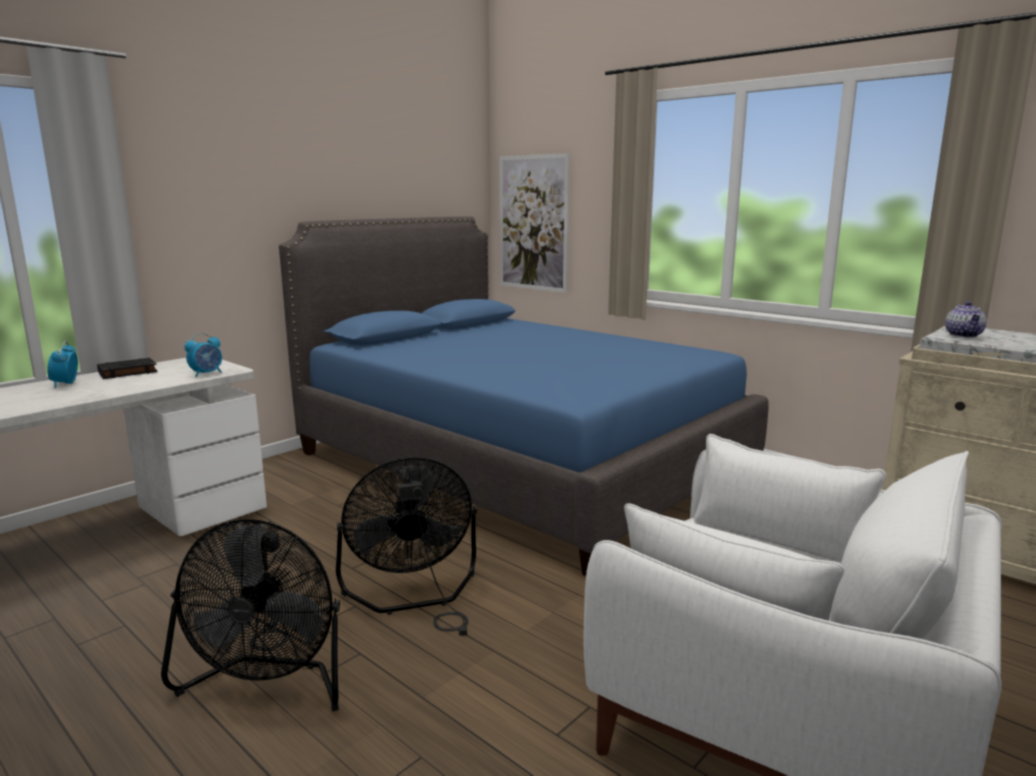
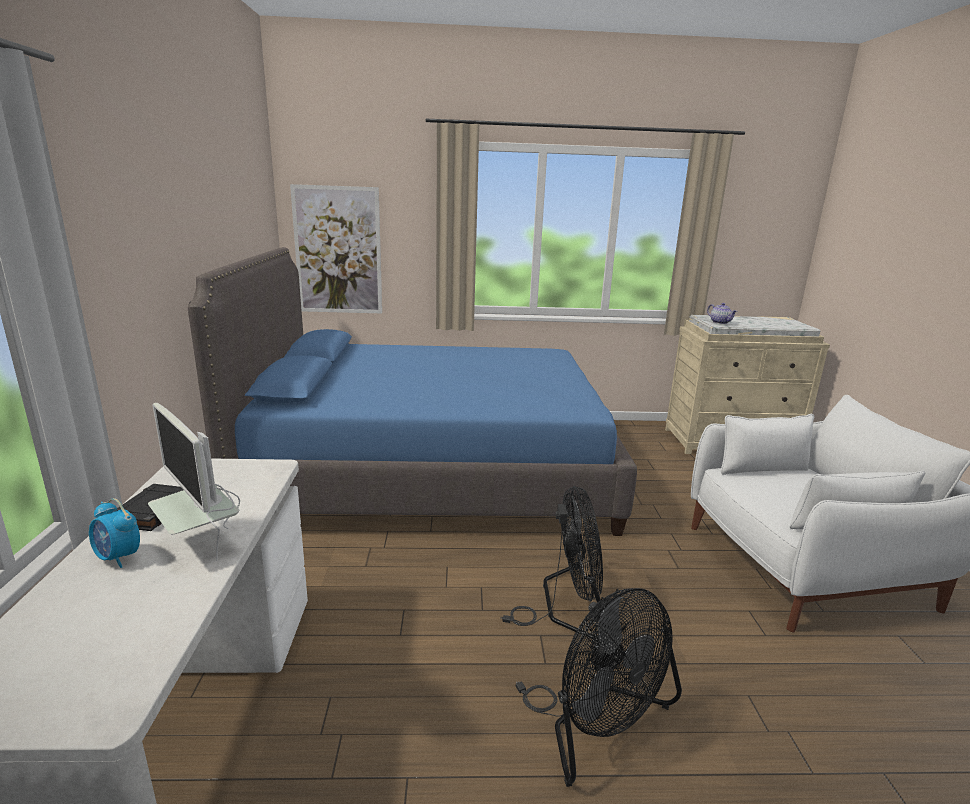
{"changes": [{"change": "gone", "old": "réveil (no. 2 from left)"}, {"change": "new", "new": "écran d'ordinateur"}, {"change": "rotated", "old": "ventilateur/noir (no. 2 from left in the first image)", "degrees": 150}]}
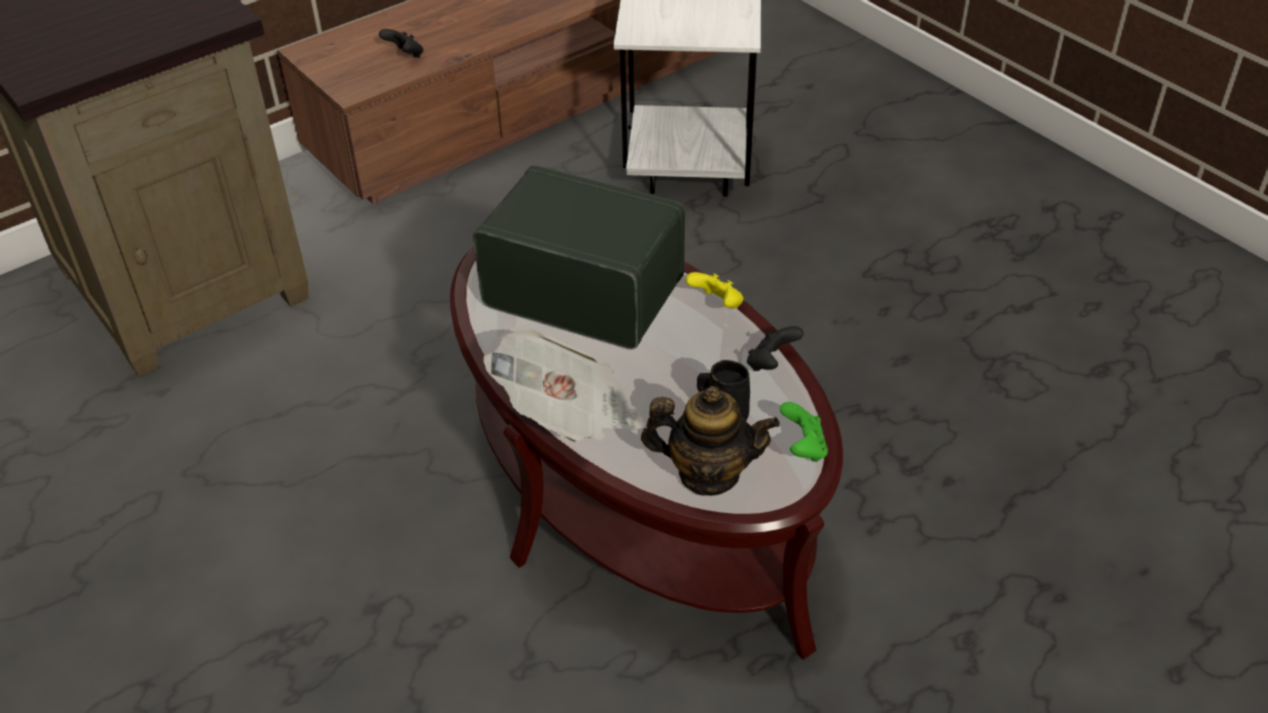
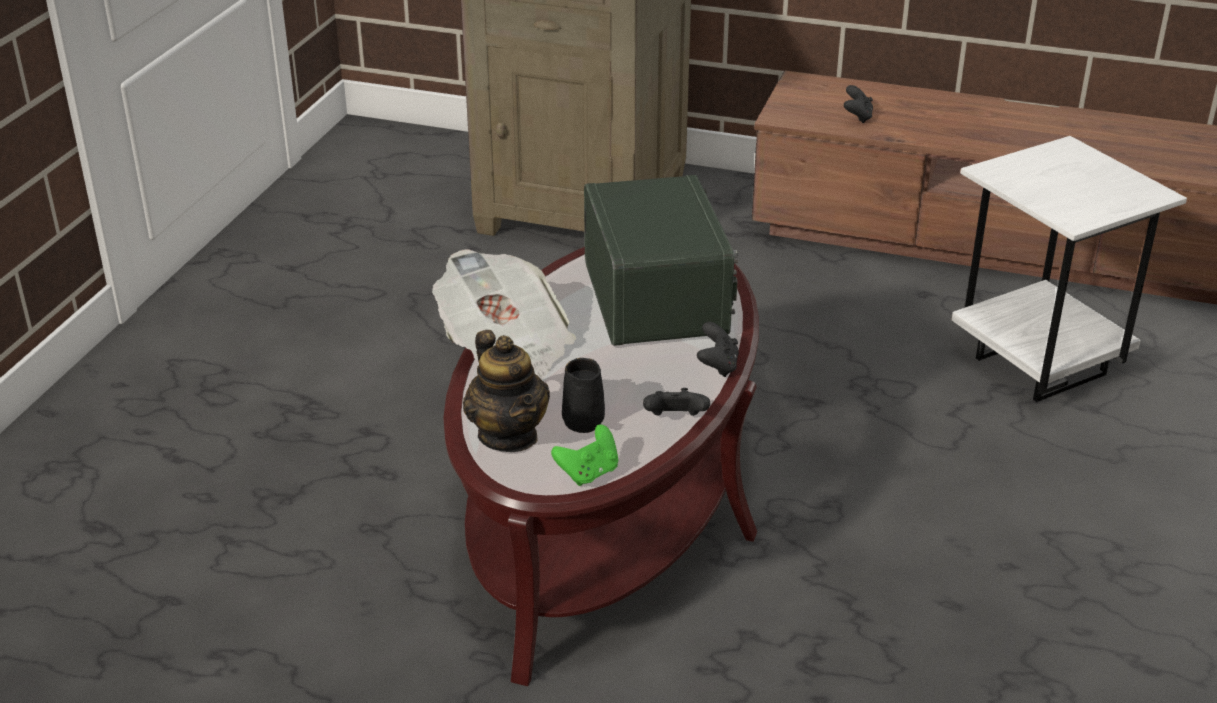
{"changes": [{"change": "repainted", "old": "manette/jaune", "new": "manette/noir (no. 2 from left)"}]}
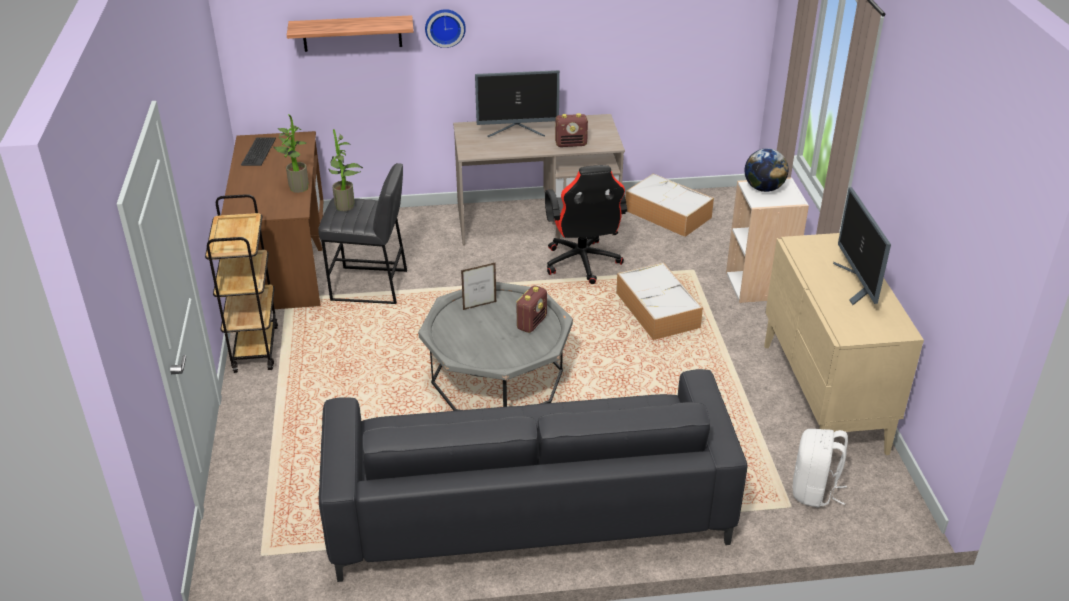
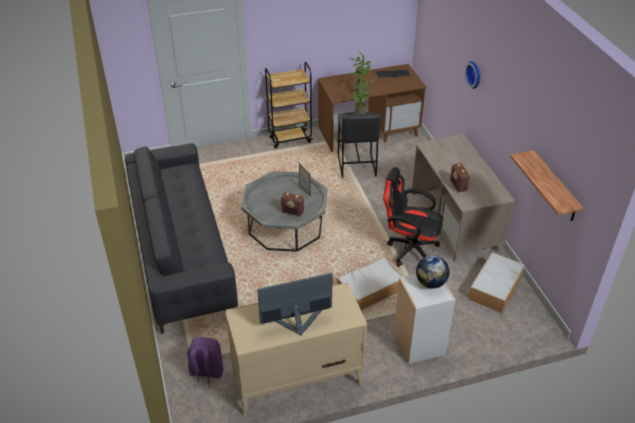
{"changes": [{"change": "gone", "old": "écran d'ordinateur (no. 1 from left)"}, {"change": "shifted", "old": "étagère"}, {"change": "repainted", "old": "sac à dos/blanc", "new": "sac à dos/violet"}, {"change": "rotated", "old": "chaise de bureau/noir", "degrees": 45}]}
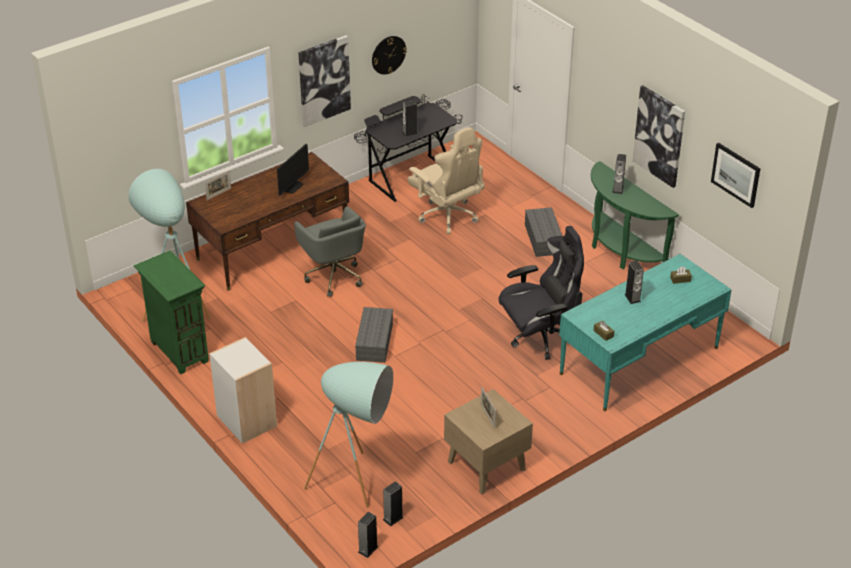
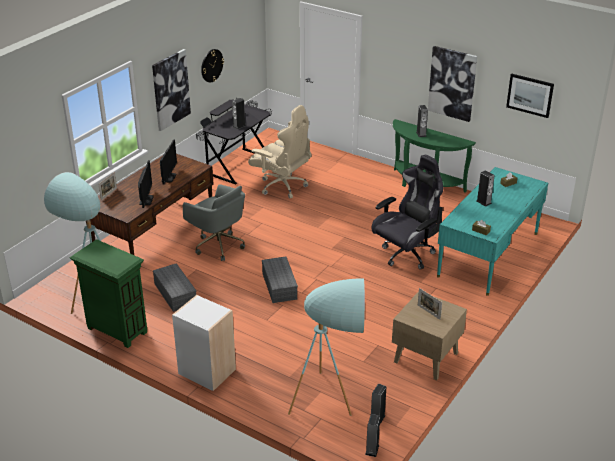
{"changes": [{"change": "new", "new": "écran d'ordinateur (no. 1 from left)"}, {"change": "shifted", "old": "boîte de rangement/gris (no. 2 from left in the first image)", "new": "boîte de rangement/gris (no. 1 from left)"}]}
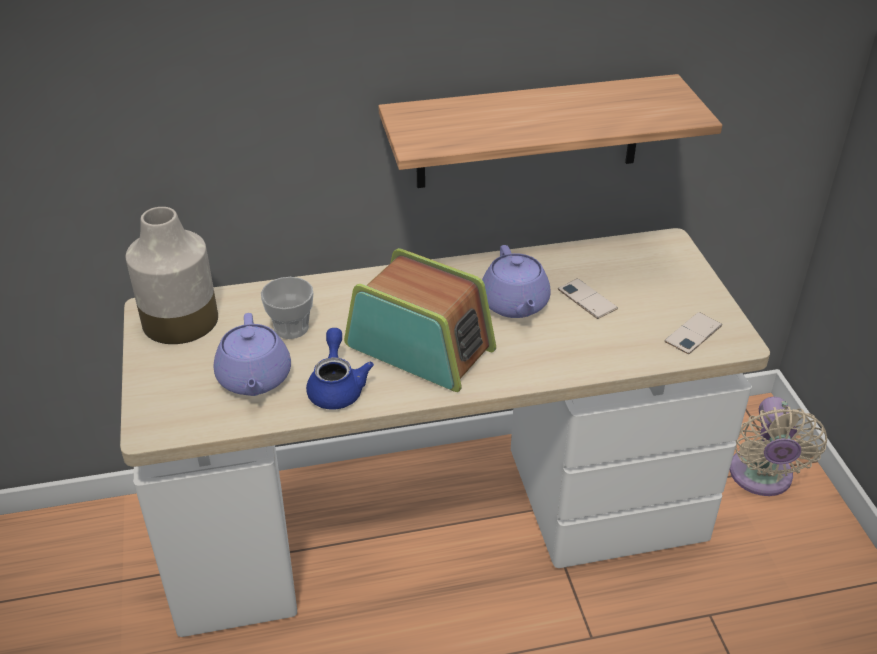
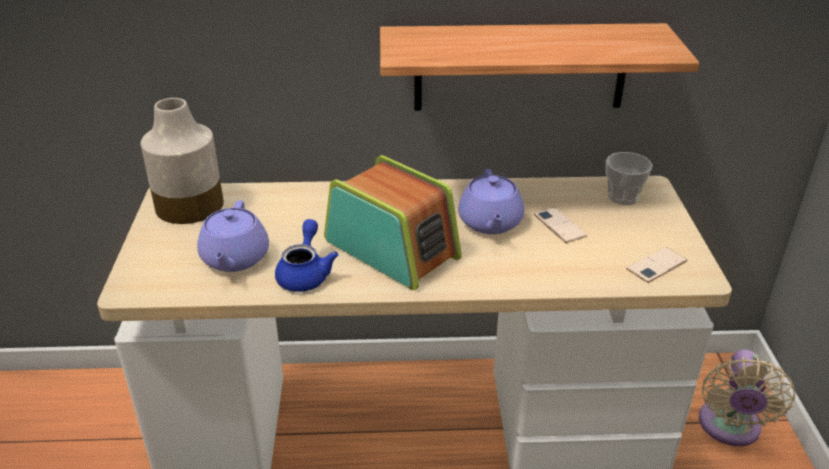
{"changes": [{"change": "shifted", "old": "tasse"}]}
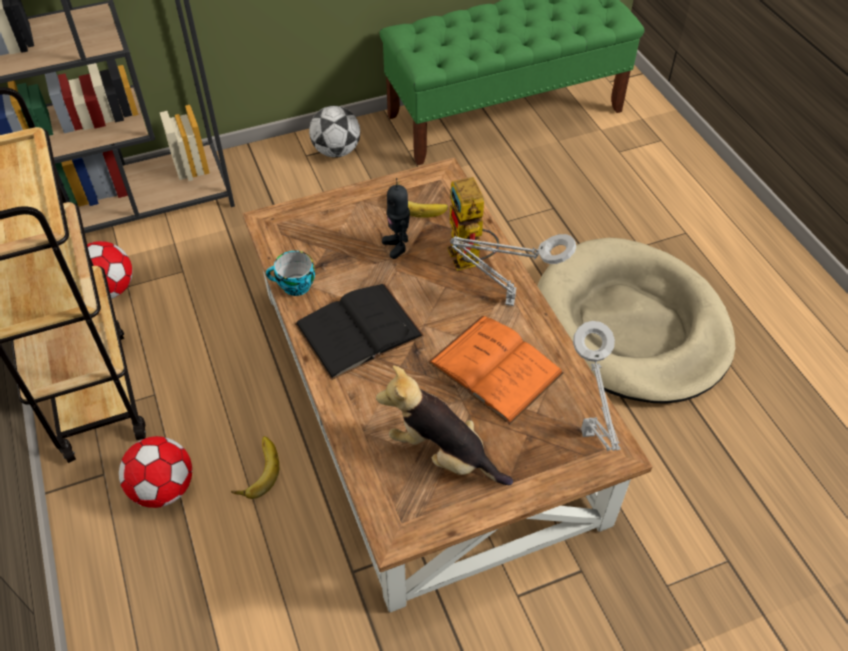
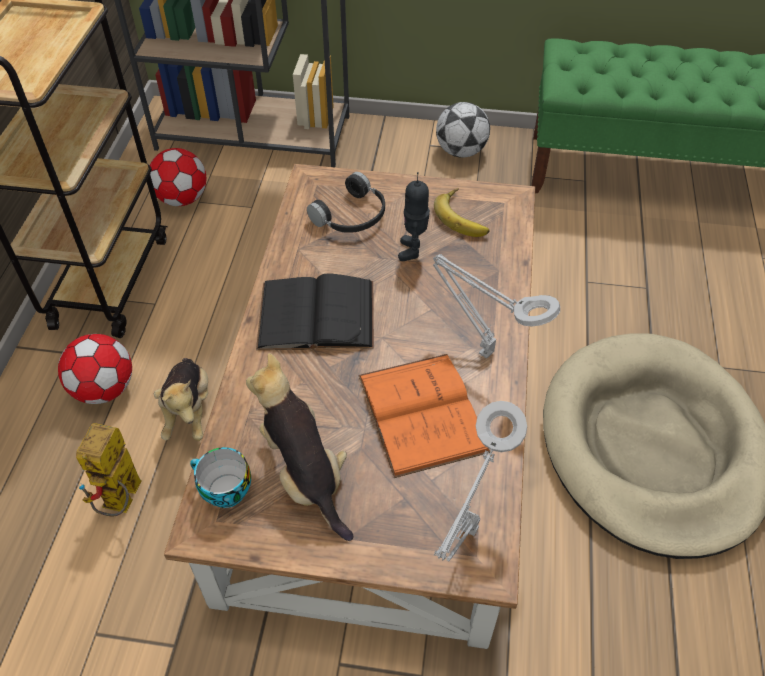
{"changes": [{"change": "new", "new": "casque audio/noir"}, {"change": "shifted", "old": "tasse"}, {"change": "shifted", "old": "robot jouet (no. 2 from left in the first image)", "new": "robot jouet (no. 1 from left)"}, {"change": "swapped", "old": "banane (no. 1 from left)", "new": "peluche (no. 1 from left)"}]}
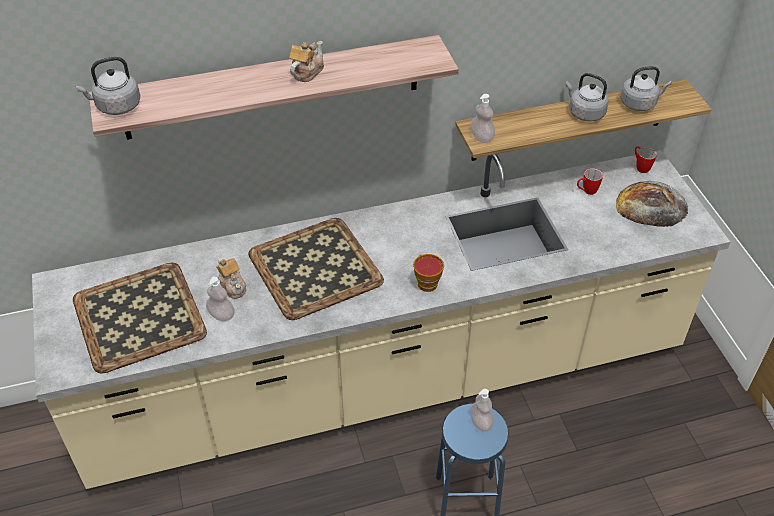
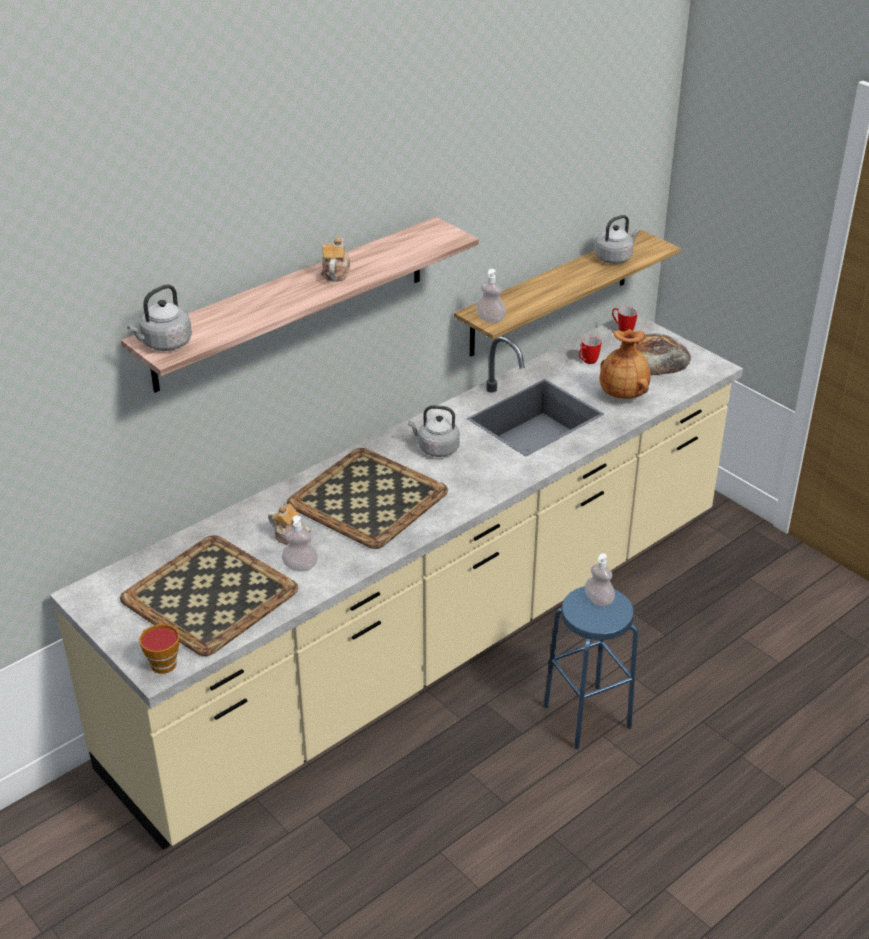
{"changes": [{"change": "new", "new": "vase/marron"}, {"change": "shifted", "old": "tasse"}, {"change": "shifted", "old": "bouilloire/gris (no. 2 from left)"}]}
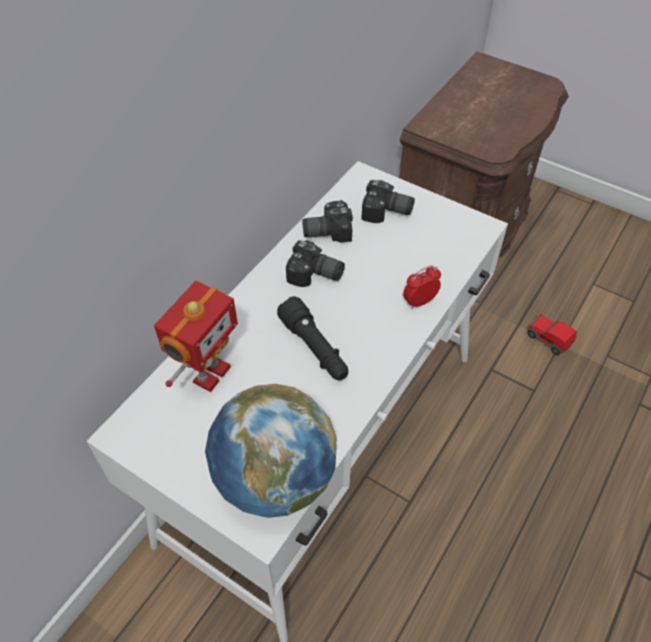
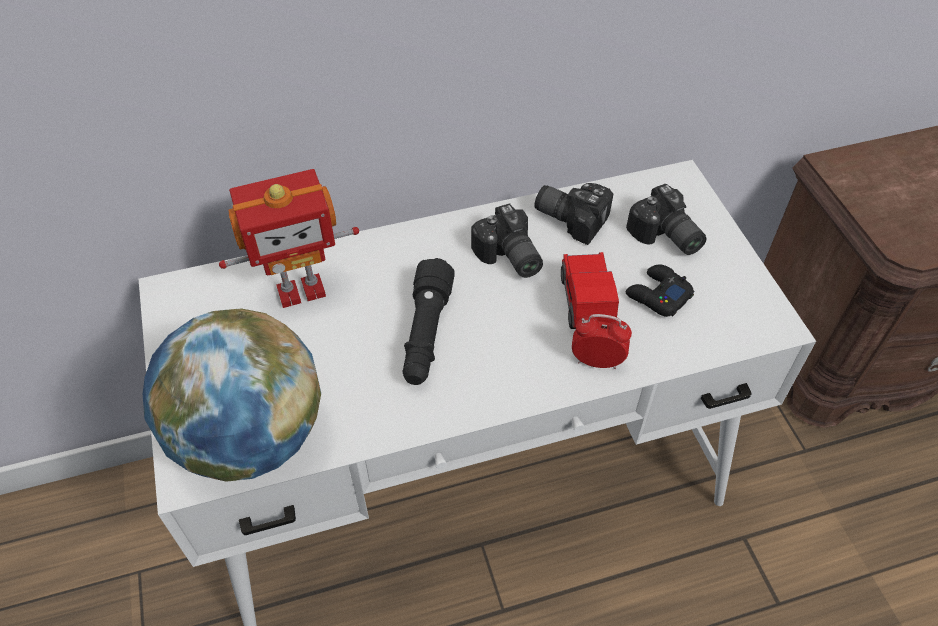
{"changes": [{"change": "new", "new": "manette/noir"}, {"change": "shifted", "old": "petite voiture"}]}
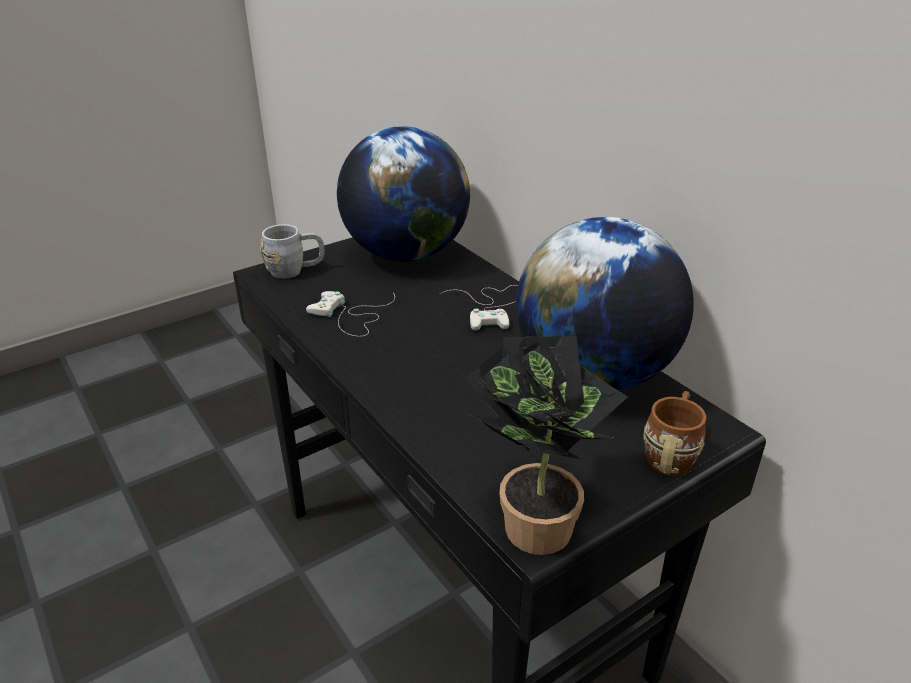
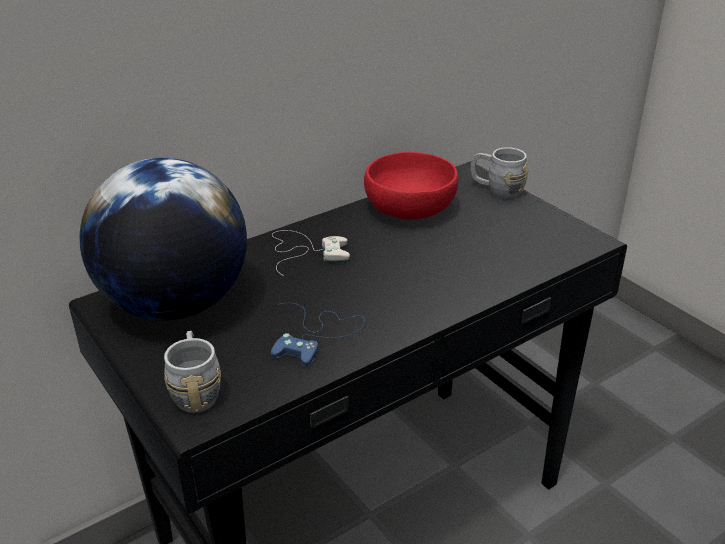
{"changes": [{"change": "gone", "old": "plante en pot"}, {"change": "swapped", "old": "globe (no. 2 from left)", "new": "bol/rouge"}, {"change": "repainted", "old": "manette/blanc (no. 1 from left)", "new": "manette/bleu"}, {"change": "repainted", "old": "mug/marron", "new": "mug/gris (no. 2 from left)"}]}
